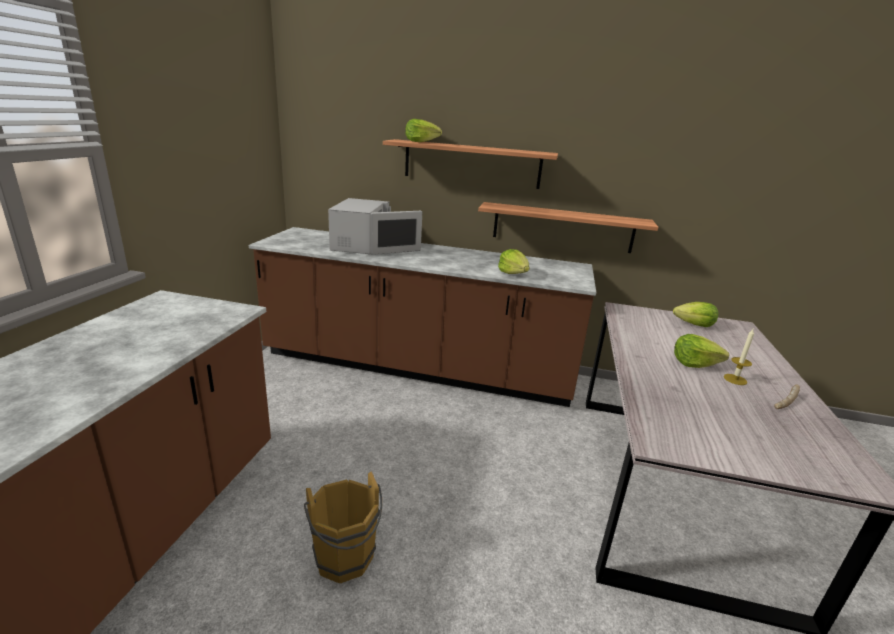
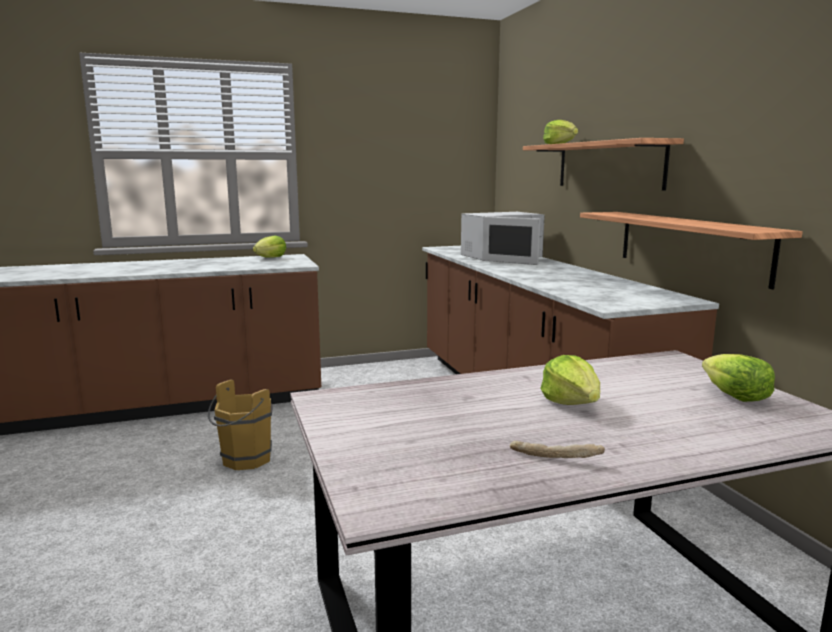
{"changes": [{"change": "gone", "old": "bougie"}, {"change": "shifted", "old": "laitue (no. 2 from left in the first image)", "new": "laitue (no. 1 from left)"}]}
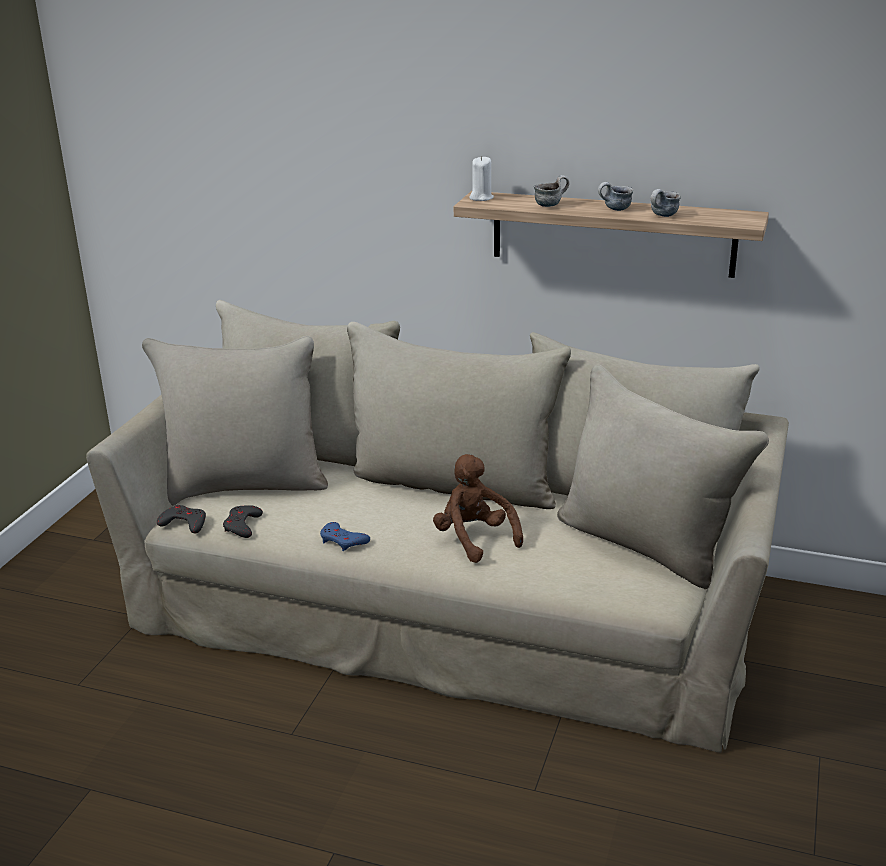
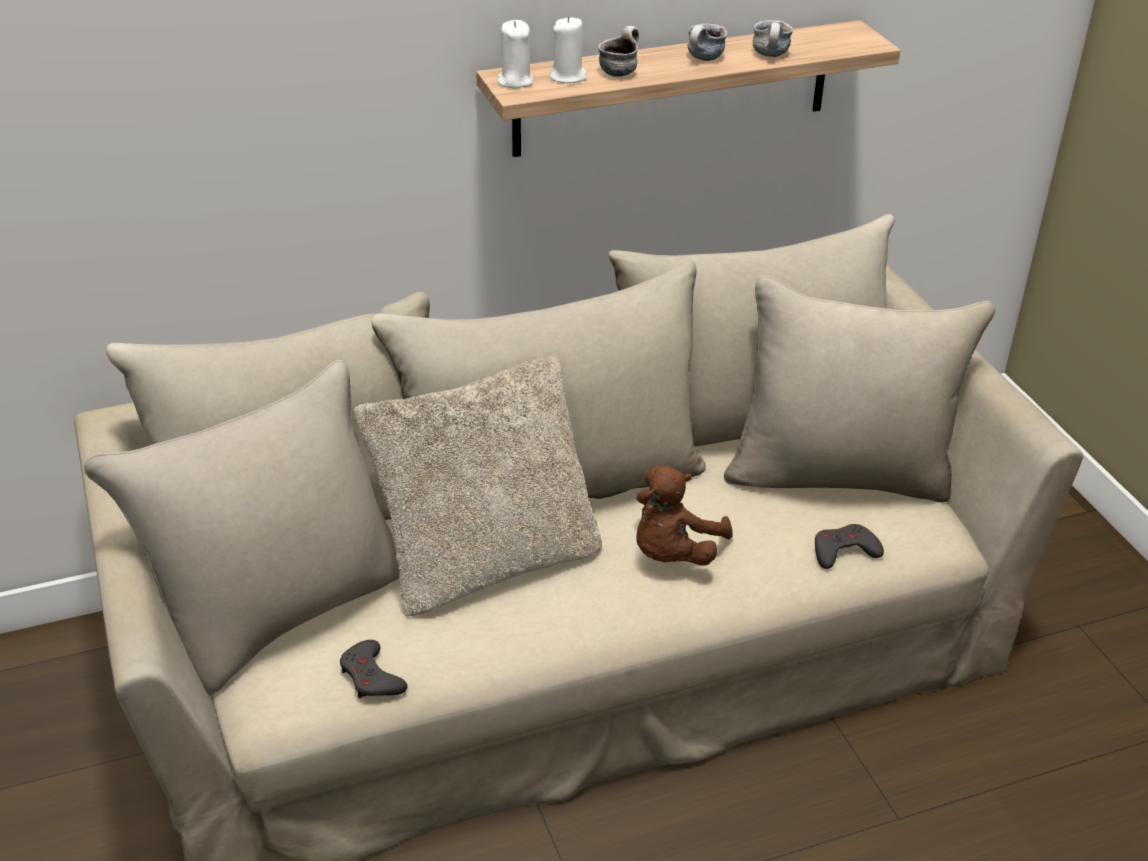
{"changes": [{"change": "gone", "old": "manette/bleu"}, {"change": "new", "new": "coussin/beige"}, {"change": "new", "new": "bougie/blanc (no. 2 from left)"}, {"change": "shifted", "old": "manette/gris (no. 1 from left in the first image)", "new": "manette/gris (no. 2 from left)"}, {"change": "rotated", "old": "peluche/marron", "degrees": -75}]}
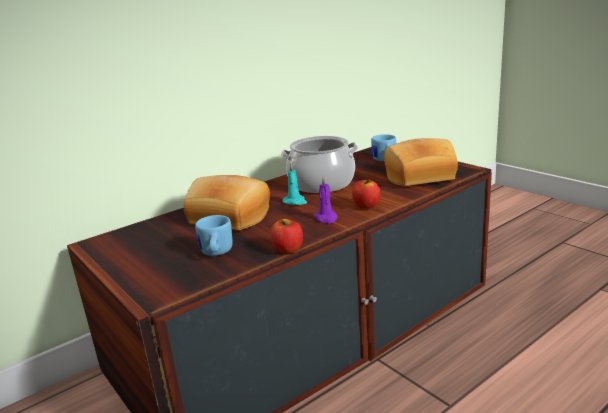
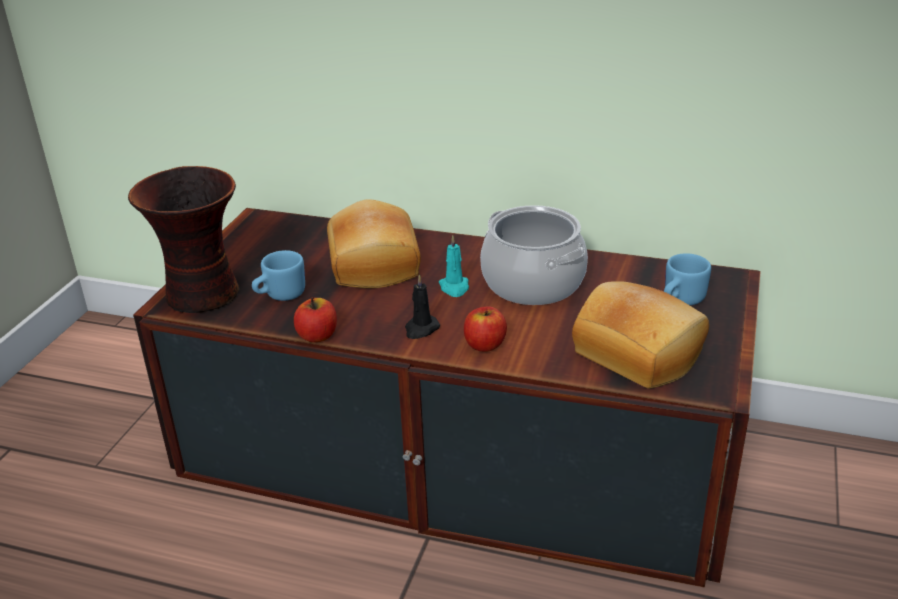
{"changes": [{"change": "new", "new": "vase"}, {"change": "repainted", "old": "bougie/violet", "new": "bougie/noir"}]}
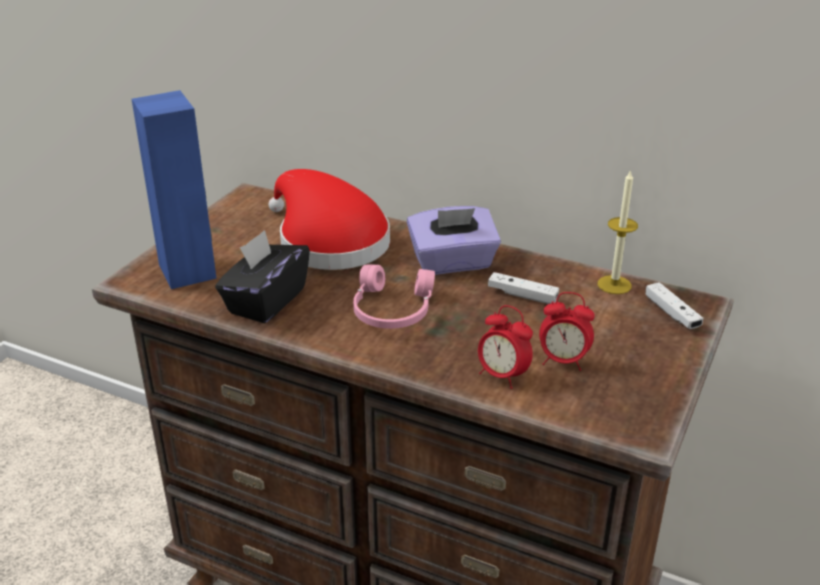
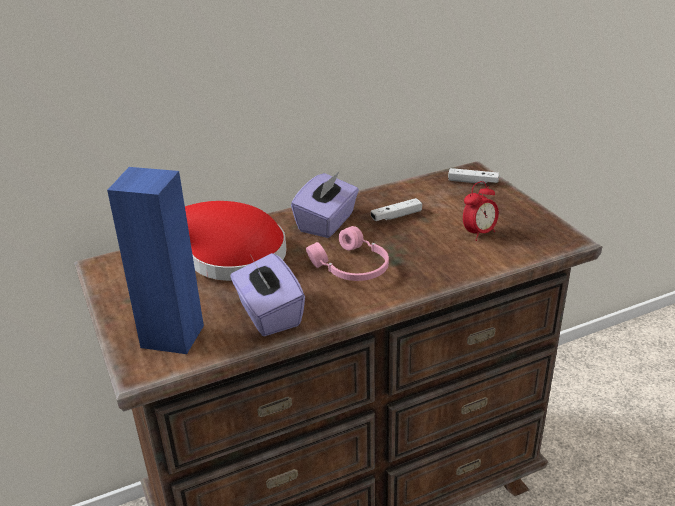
{"changes": [{"change": "gone", "old": "réveil (no. 1 from left)"}, {"change": "gone", "old": "bougie"}, {"change": "repainted", "old": "boîte à mouchoirs/noir", "new": "boîte à mouchoirs/violet (no. 1 from left)"}]}
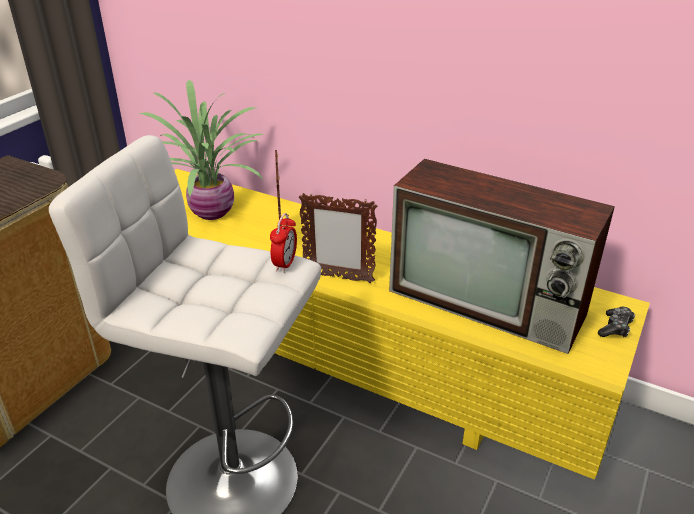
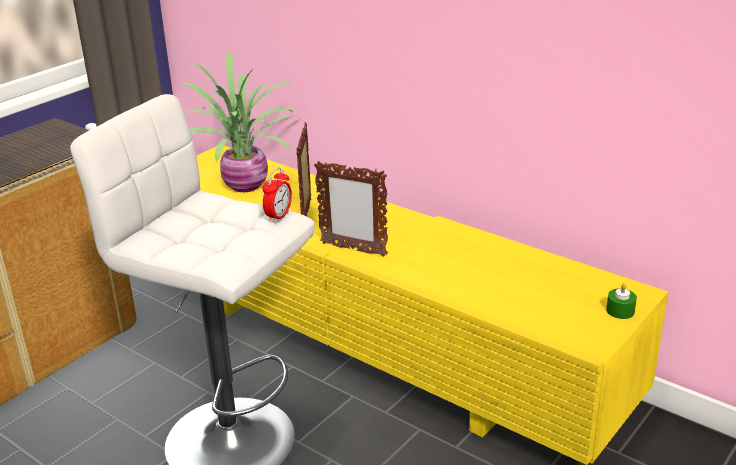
{"changes": [{"change": "gone", "old": "téléviseur"}, {"change": "swapped", "old": "manette", "new": "bougie/vert"}]}
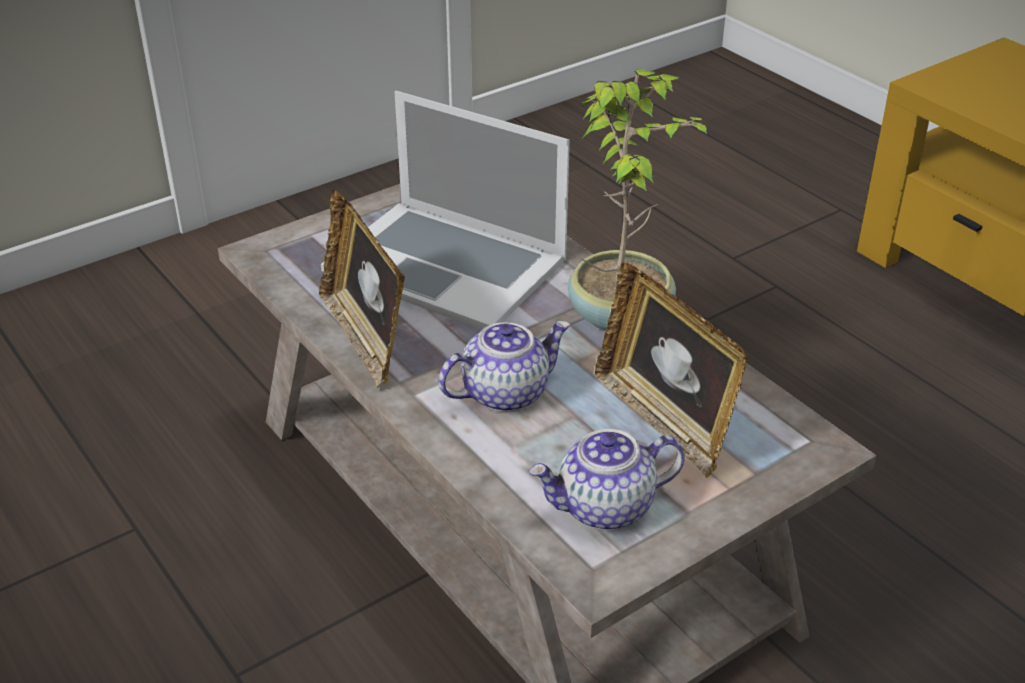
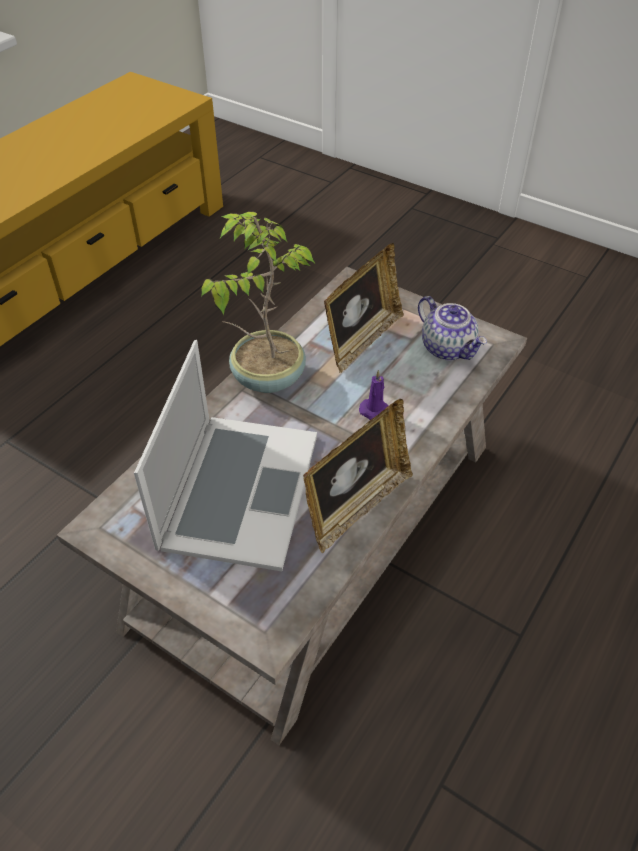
{"changes": [{"change": "swapped", "old": "théière (no. 1 from left)", "new": "bougie/violet"}]}
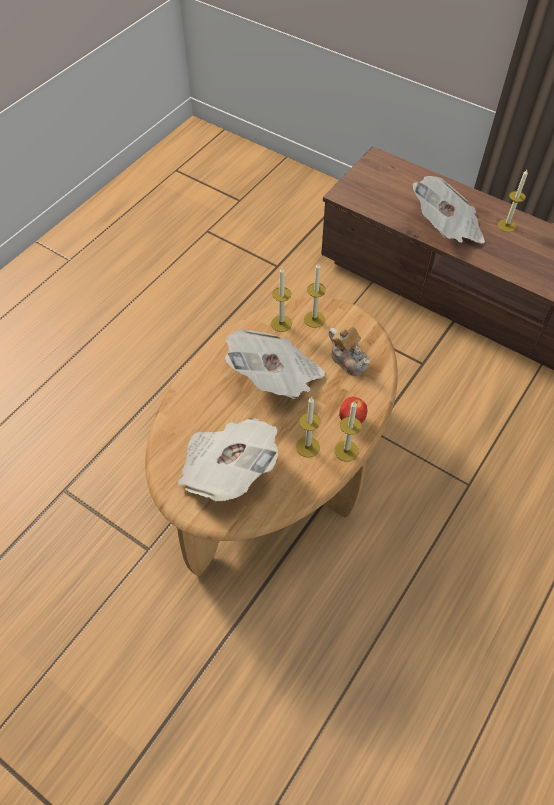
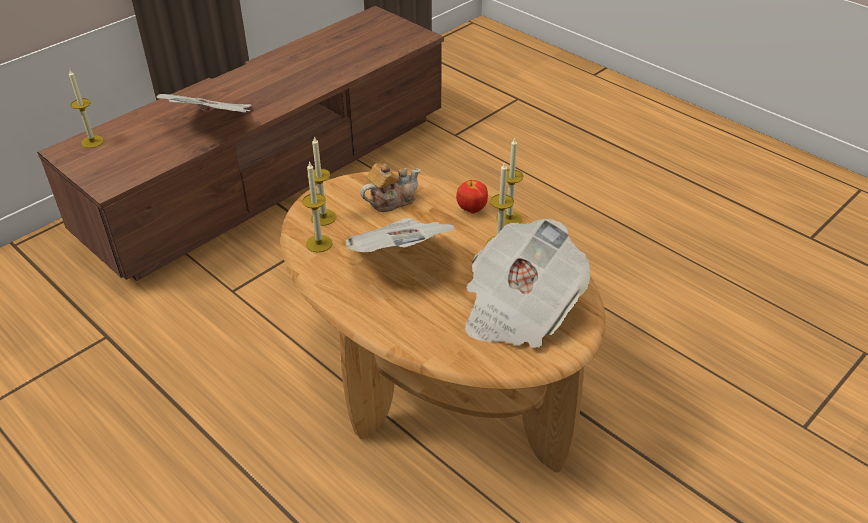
{"changes": [{"change": "shifted", "old": "bougie (no. 5 from left in the first image)", "new": "bougie (no. 1 from left)"}]}
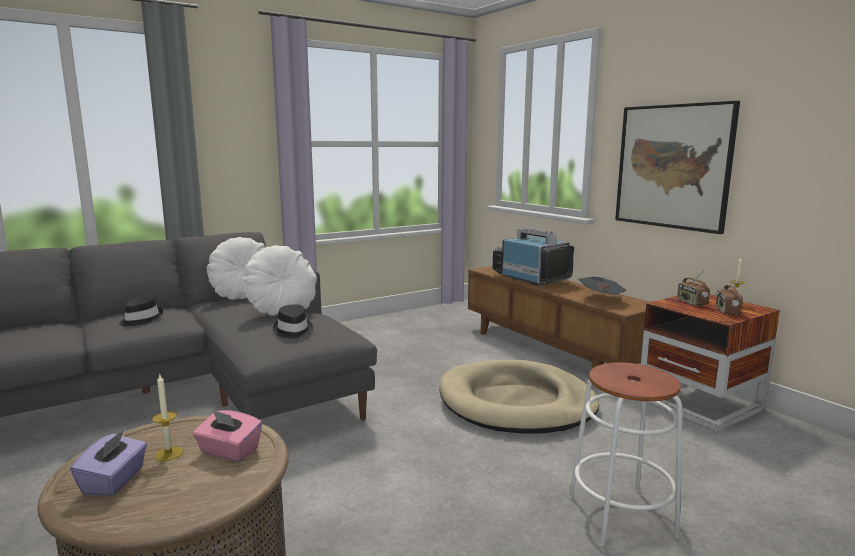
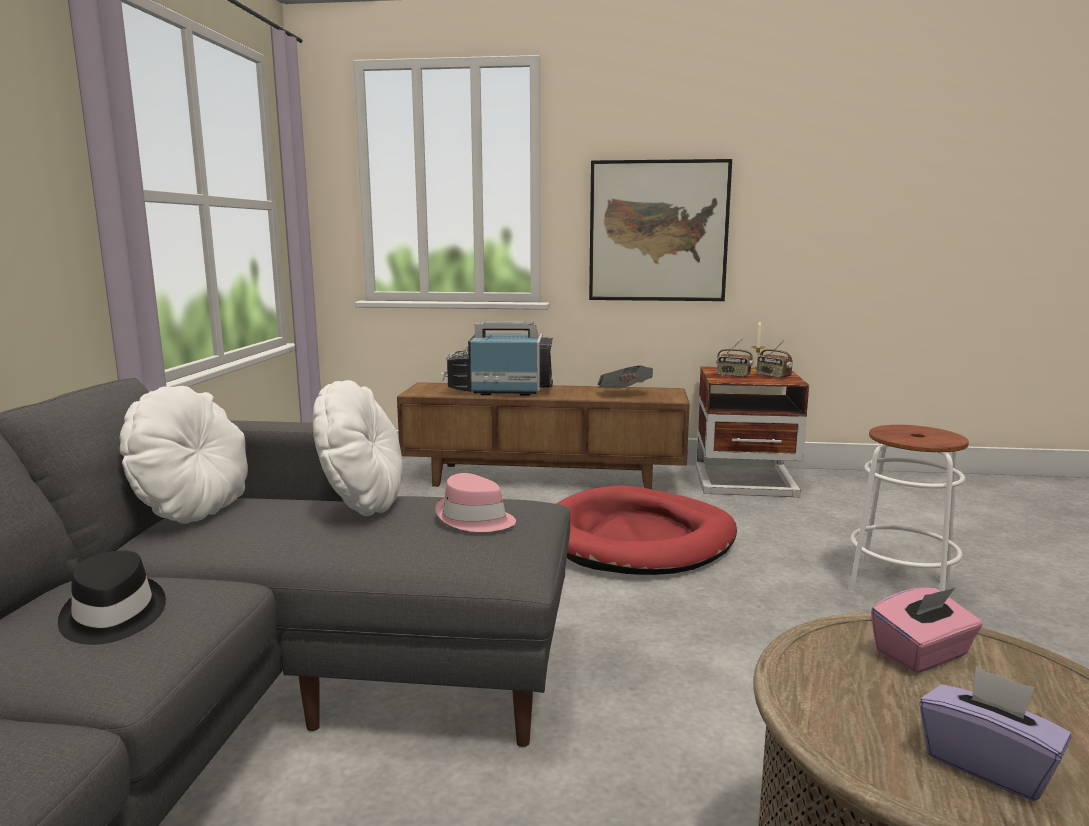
{"changes": [{"change": "gone", "old": "bougie (no. 1 from left)"}, {"change": "repainted", "old": "chapeau/noir (no. 2 from left)", "new": "chapeau/rose"}, {"change": "repainted", "old": "panier pour chien/beige", "new": "panier pour chien/rouge"}]}
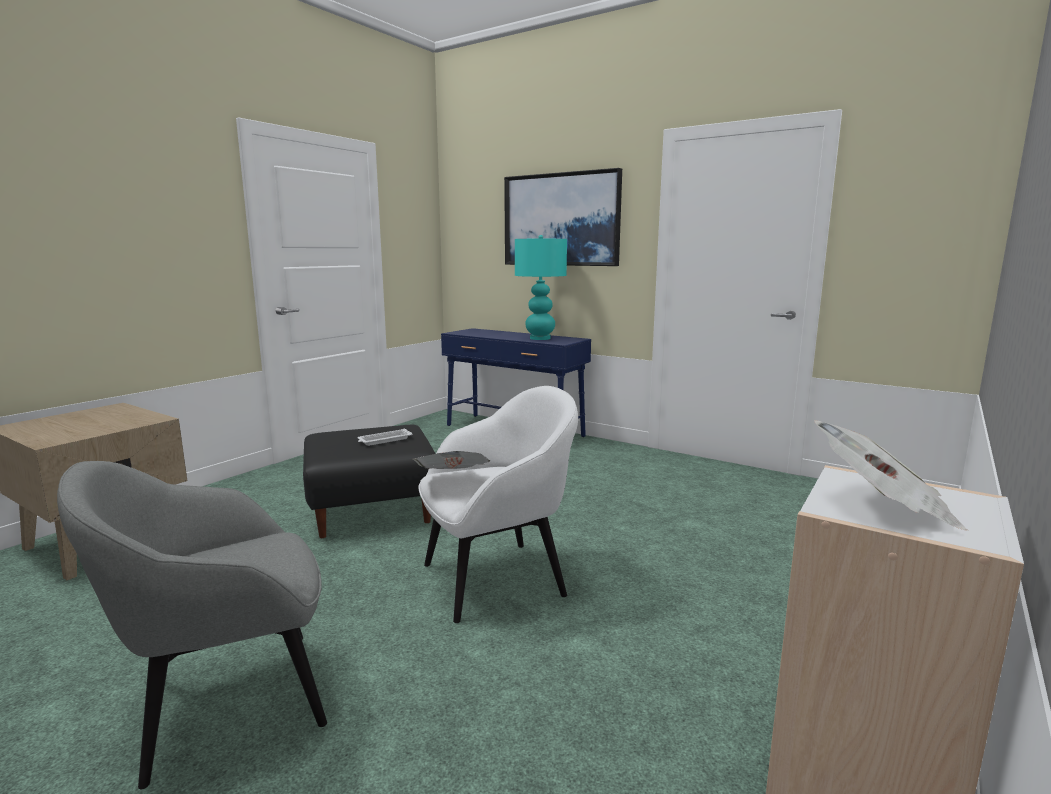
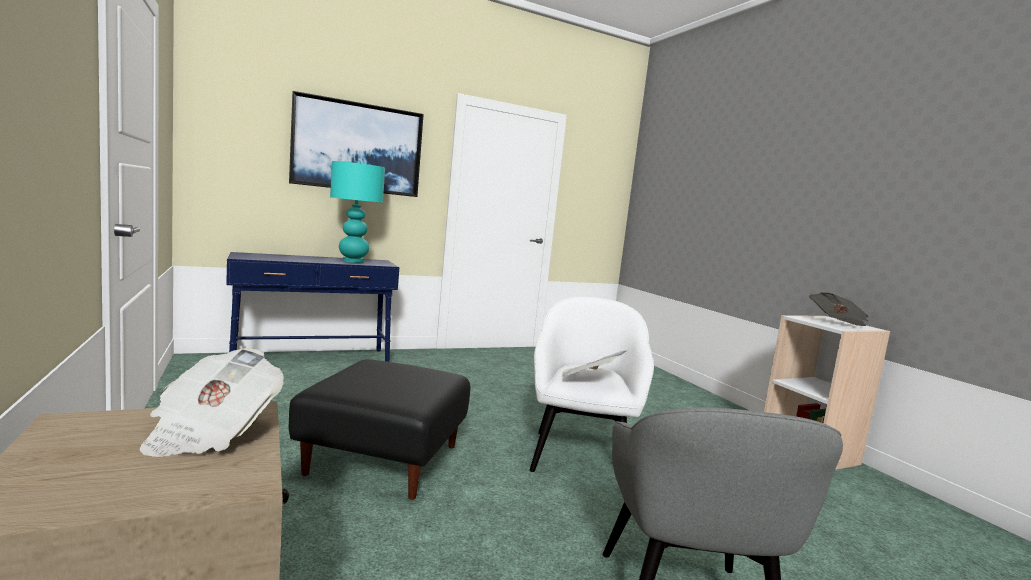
{"changes": [{"change": "gone", "old": "plateau/blanc"}, {"change": "new", "new": "journal (no. 1 from left)"}]}
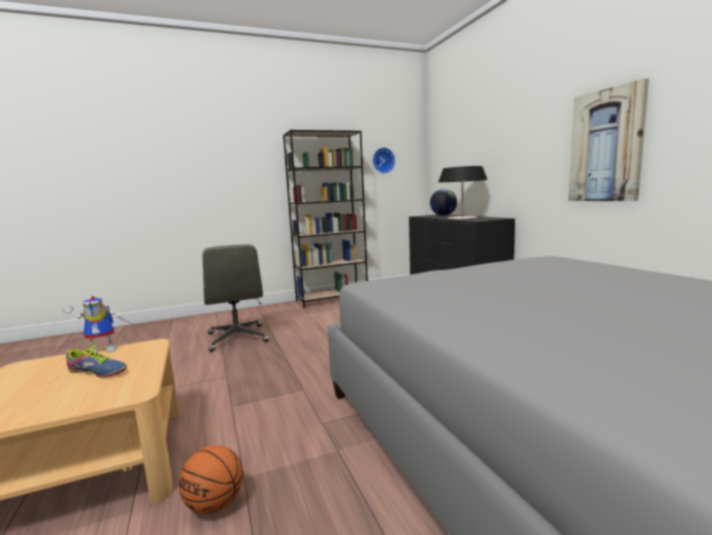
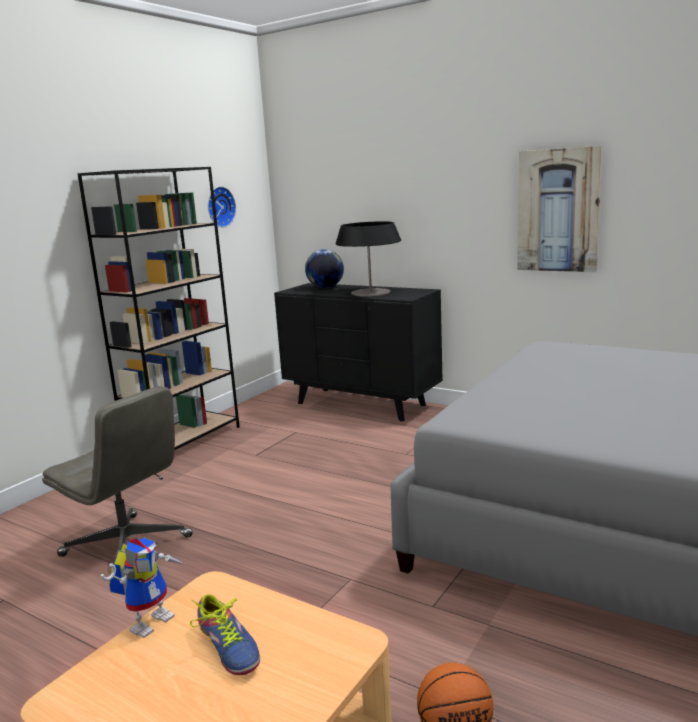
{"changes": [{"change": "rotated", "old": "chaussure", "degrees": 75}]}
